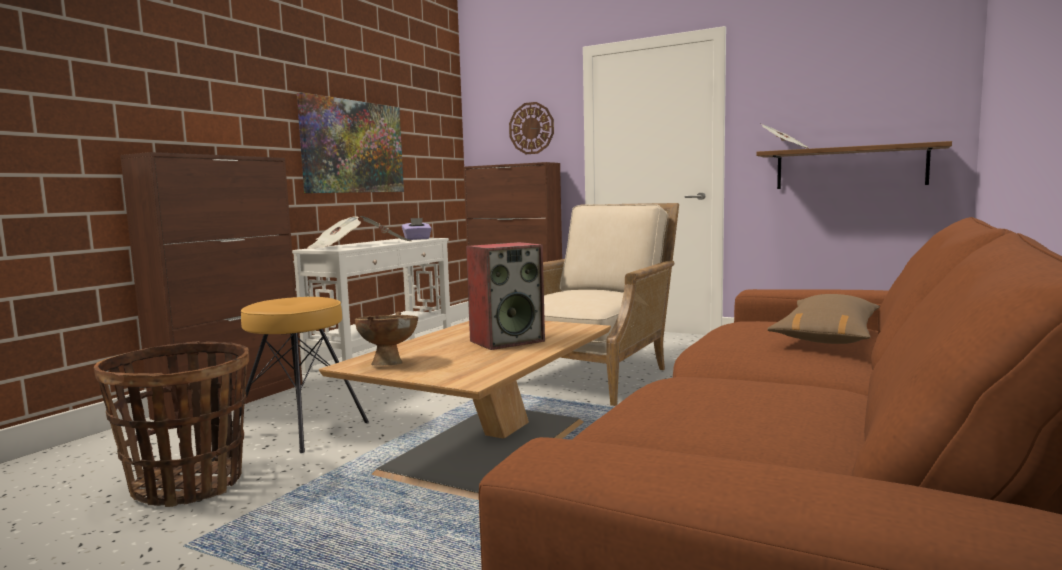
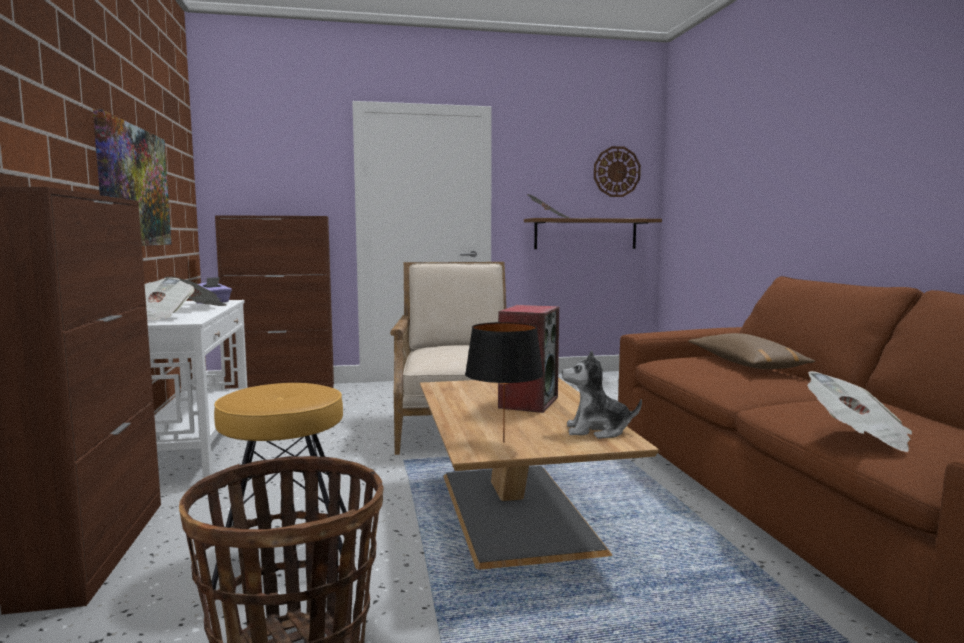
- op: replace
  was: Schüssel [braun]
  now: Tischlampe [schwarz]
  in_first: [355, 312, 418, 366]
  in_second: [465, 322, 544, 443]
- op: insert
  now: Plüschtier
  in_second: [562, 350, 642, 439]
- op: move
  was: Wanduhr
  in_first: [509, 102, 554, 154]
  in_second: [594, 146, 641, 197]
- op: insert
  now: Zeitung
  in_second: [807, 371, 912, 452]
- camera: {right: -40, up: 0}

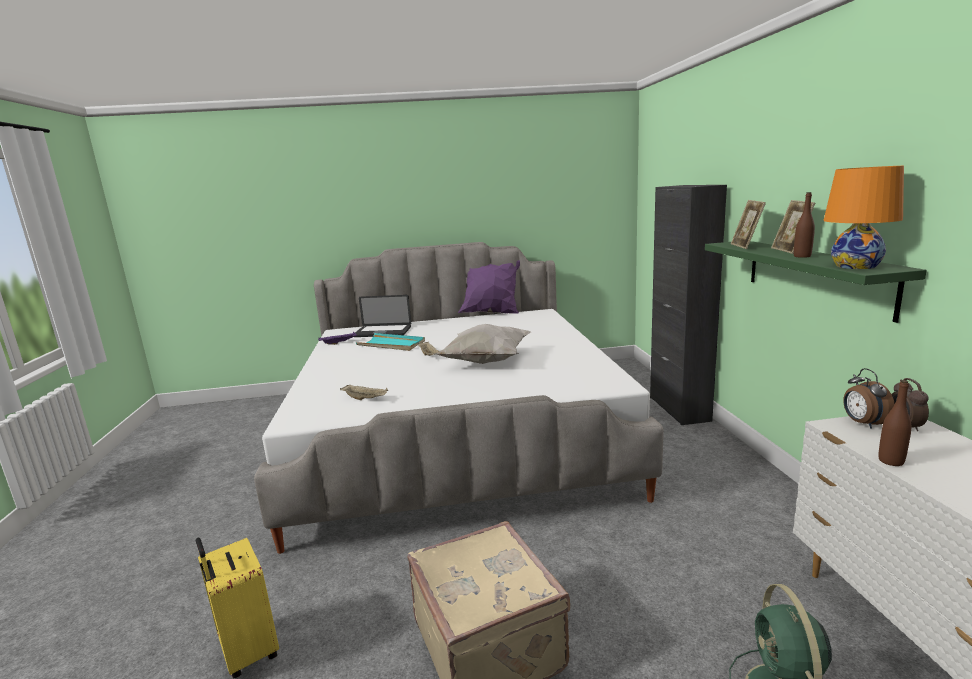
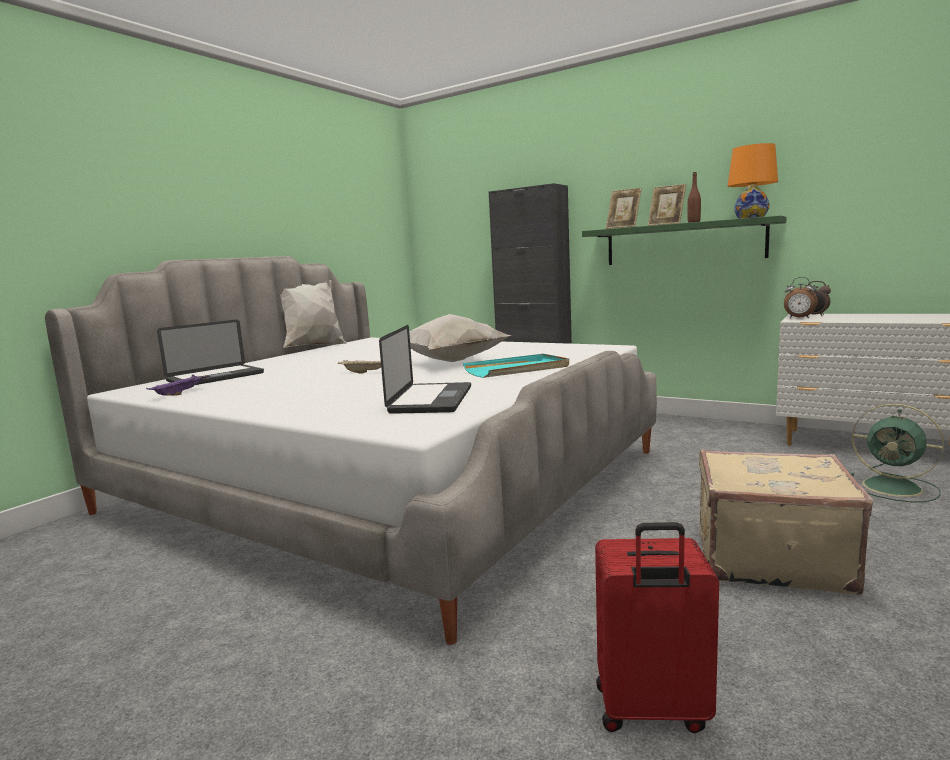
- op: recolor
  was: Kissen [lila]
  now: Kissen [weiß]
  in_first: [458, 260, 520, 314]
  in_second: [280, 280, 347, 348]
- op: replace
  was: Tablett [beige]
  now: Laptop
  in_first: [340, 384, 388, 400]
  in_second: [379, 325, 471, 414]
- op: move
  was: Tablett [türkis]
  in_first: [355, 333, 425, 351]
  in_second: [463, 354, 569, 378]
- op: recolor
  was: Koffer [gelb]
  now: Koffer [rot]
  in_first: [196, 538, 279, 679]
  in_second: [595, 522, 719, 733]
- op: delete
  was: Flasche [braun]
  in_first: [878, 380, 911, 466]
- camera: {right: -50, up: -5}

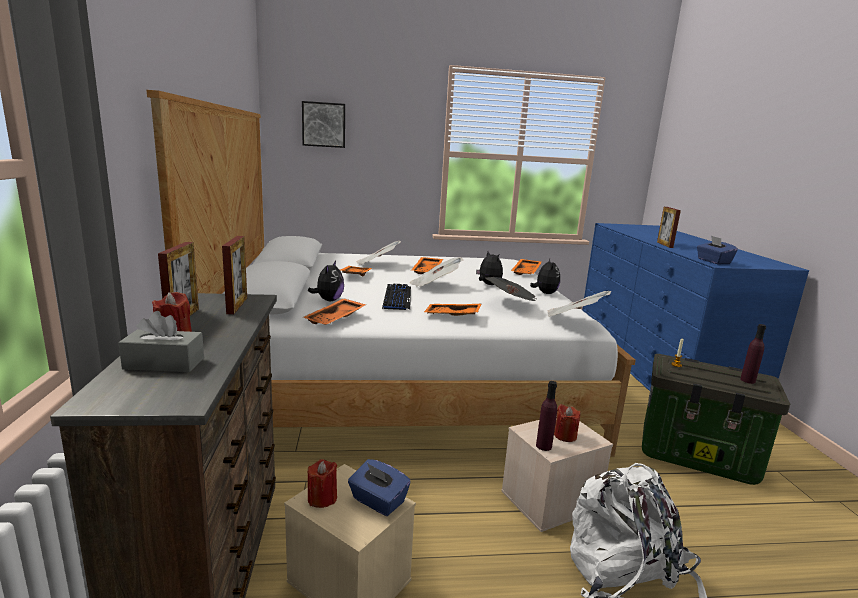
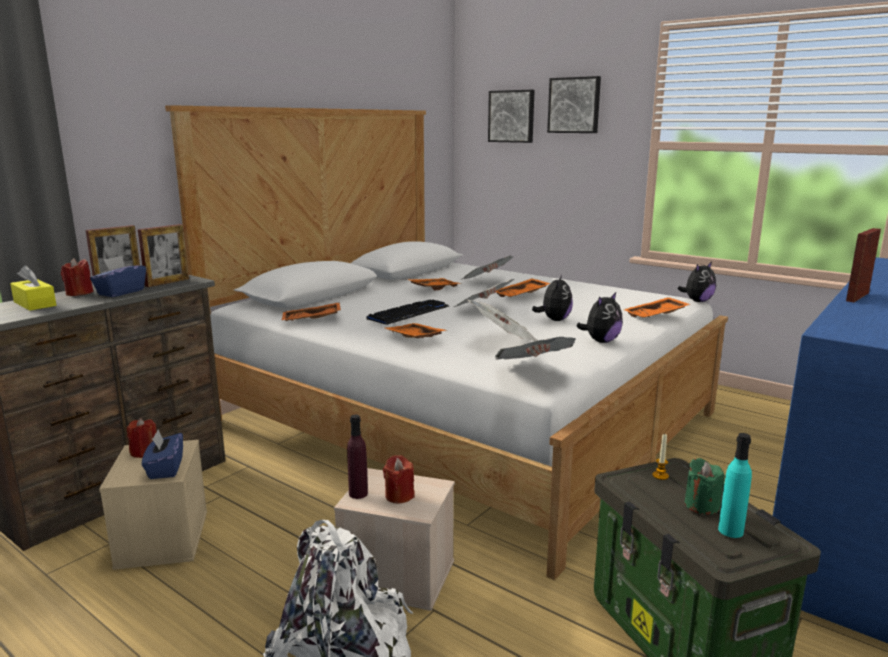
- op: recolor
  was: Taschentuchbox [grau]
  now: Taschentuchbox [gelb]
  in_first: [118, 311, 204, 372]
  in_second: [10, 265, 56, 311]
- op: move
  was: Taschentuchbox [blau]
  in_first: [697, 236, 738, 264]
  in_second: [90, 256, 146, 297]
- op: insert
  now: Bild
  in_second: [547, 76, 601, 133]
- op: move
  was: Plüschtier
  in_first: [308, 261, 344, 301]
  in_second: [678, 262, 716, 302]
- op: insert
  now: Kerze [grün]
  in_second: [685, 458, 725, 515]
- op: recolor
  was: Flasche [lila]
  now: Flasche [türkis]
  in_first: [740, 324, 766, 384]
  in_second: [718, 433, 752, 538]
- camera: {right: 45, up: 0}

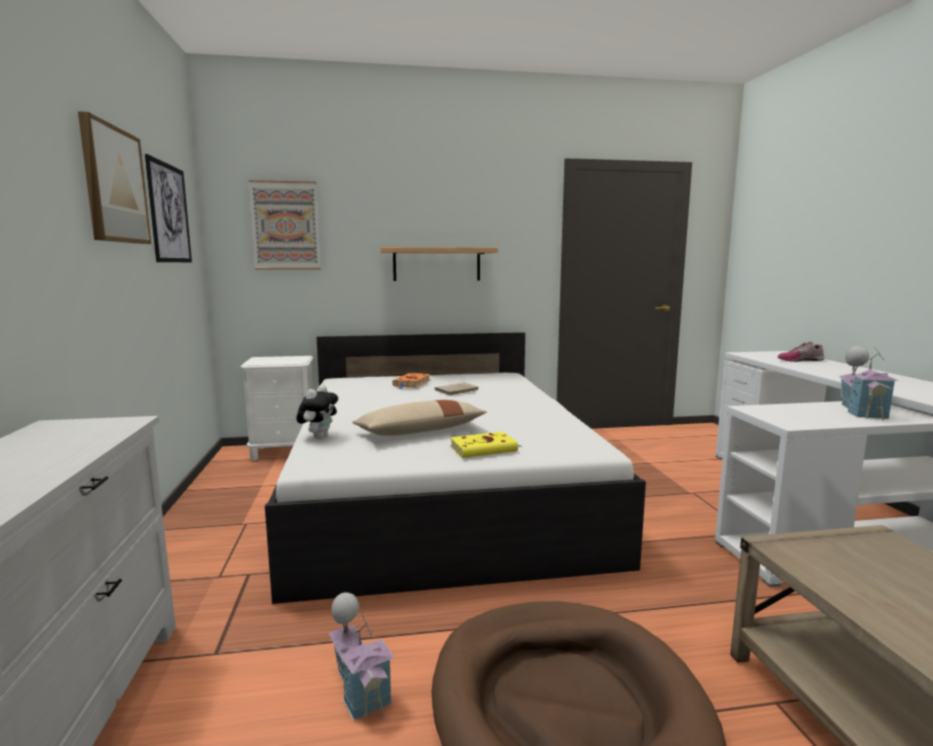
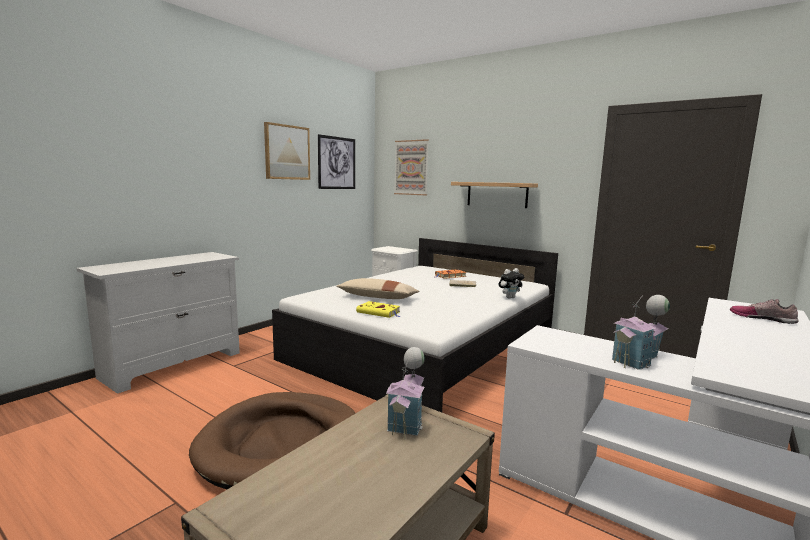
- op: move
  was: Spielzeughaus
  in_first: [329, 592, 395, 722]
  in_second: [386, 347, 425, 440]
- op: move
  was: Plüschtier
  in_first: [296, 385, 338, 439]
  in_second: [499, 268, 524, 299]
- camera: {right: 45, up: 0}

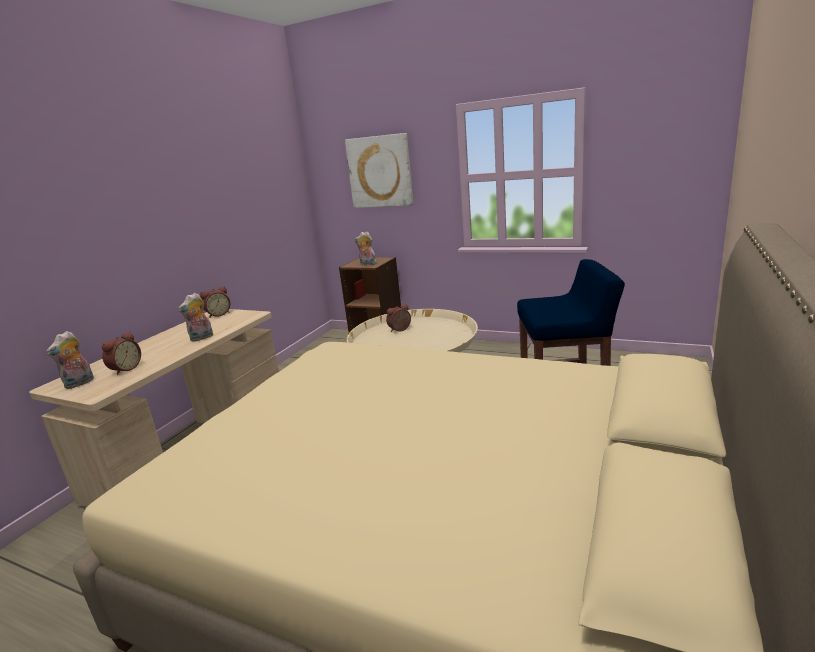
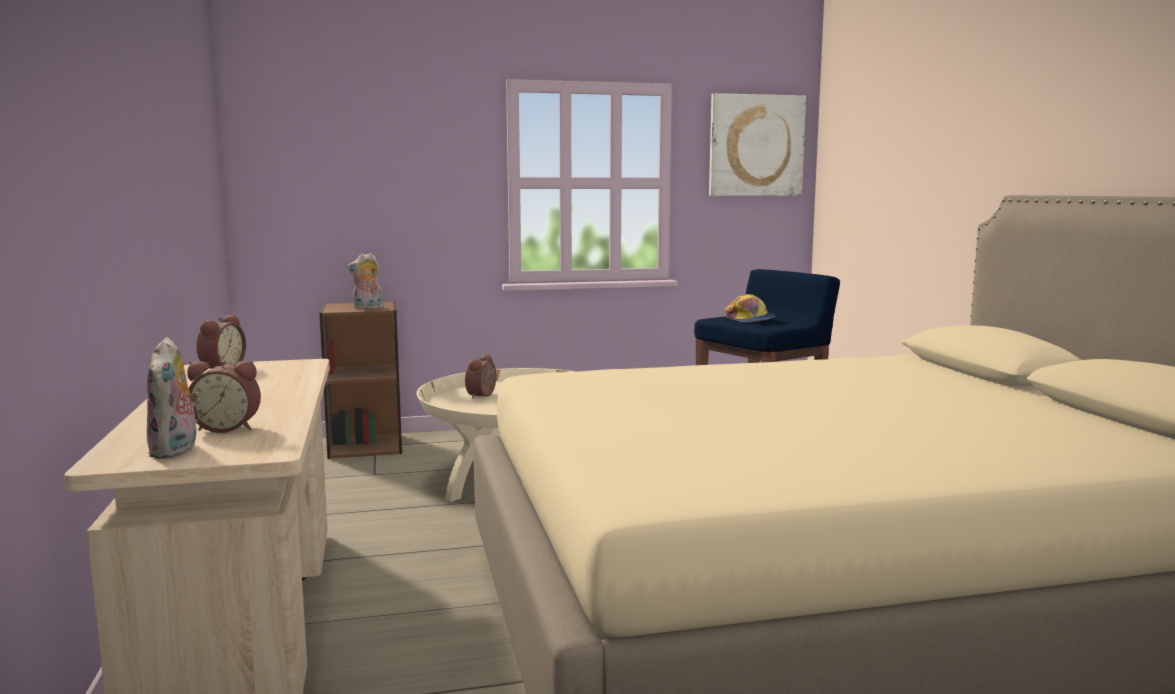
- op: rotate
  was: Wecker
  in_first: [102, 332, 141, 375]
  in_second: [187, 361, 261, 433]
  clockwise: 105
- op: move
  was: Bild
  in_first: [345, 133, 413, 208]
  in_second: [709, 93, 806, 196]
- op: insert
  now: Kappe
  in_second: [725, 294, 775, 322]
- op: delete
  was: Plüschtier
  in_first: [178, 293, 213, 342]
- camera: {right: -40, up: -10}

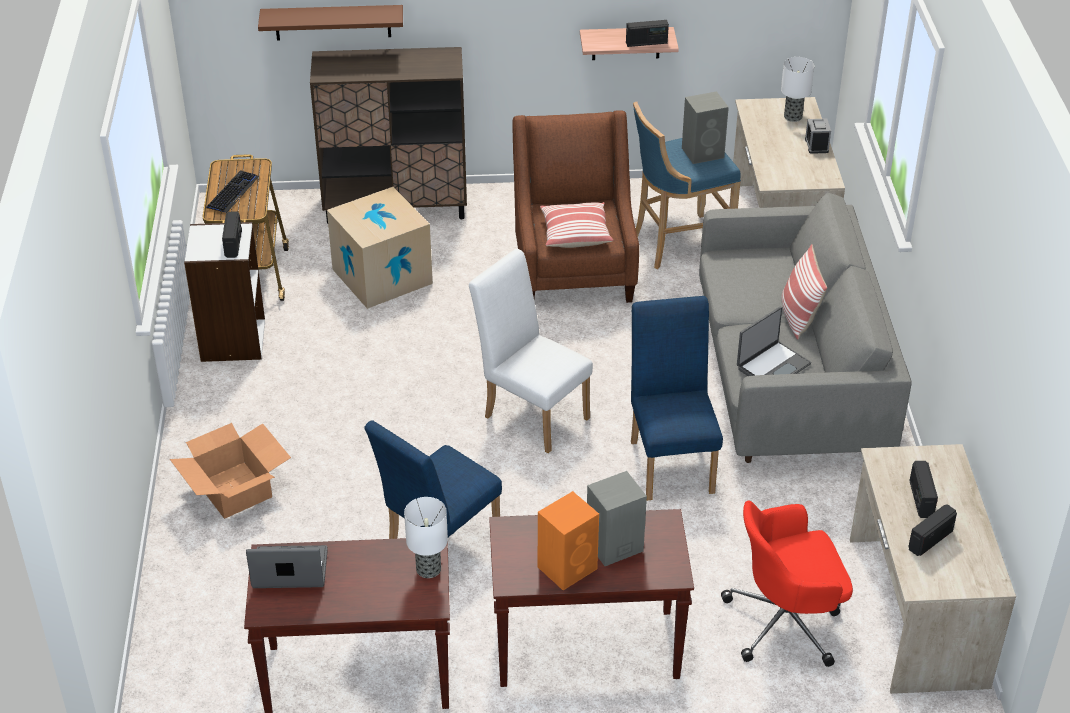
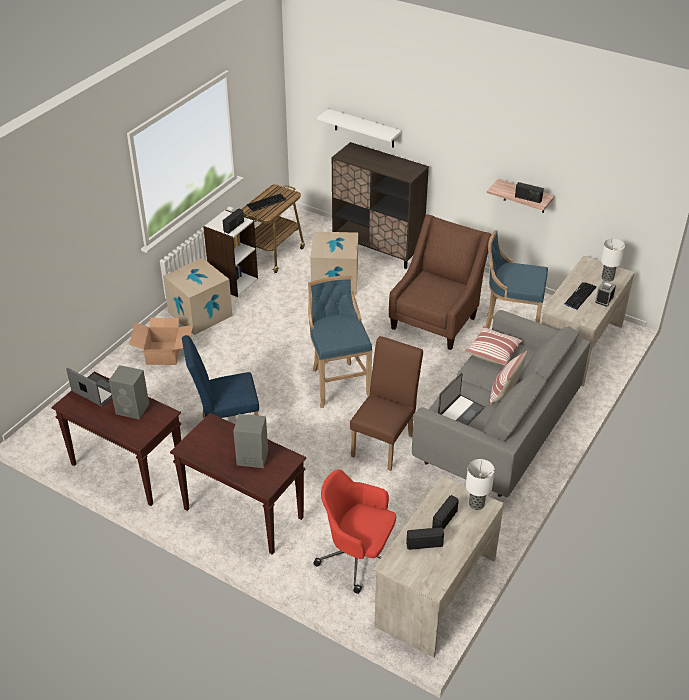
- op: move
  was: Lautsprecher [grau]
  in_first: [682, 91, 729, 164]
  in_second: [109, 365, 149, 420]
- op: insert
  now: Karton
  in_second: [163, 258, 233, 335]
- op: replace
  was: Stuhl [weiß]
  now: Hocker [blau]
  in_first: [469, 249, 593, 453]
  in_second: [308, 275, 372, 408]
- op: recolor
  was: Wandregal [braun]
  now: Wandregal [weiß]
  in_first: [258, 5, 403, 40]
  in_second: [317, 109, 402, 148]
- op: recolor
  was: Stuhl [blau]
  now: Stuhl [braun]
  in_first: [631, 296, 723, 500]
  in_second: [350, 336, 423, 471]
- op: rotate
  was: Laptop
  in_first: [737, 306, 811, 376]
  in_second: [438, 373, 485, 425]
  clockwise: -45
- op: move
  was: Kissen
  in_first: [540, 202, 613, 248]
  in_second: [465, 326, 523, 366]
- op: move
  was: Tischlampe
  in_first: [404, 497, 448, 578]
  in_second: [466, 459, 495, 510]
- op: insert
  now: Tastatur
  in_second: [564, 282, 596, 309]
- op: delete
  was: Lautsprecher [orange]
  in_first: [538, 491, 599, 590]
- camera: {right: 35, up: 0}

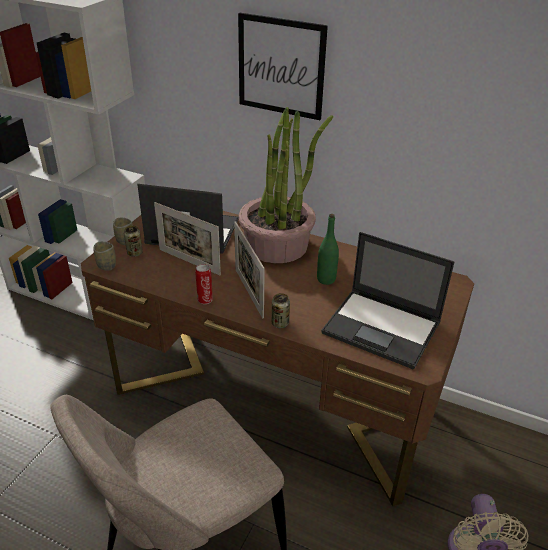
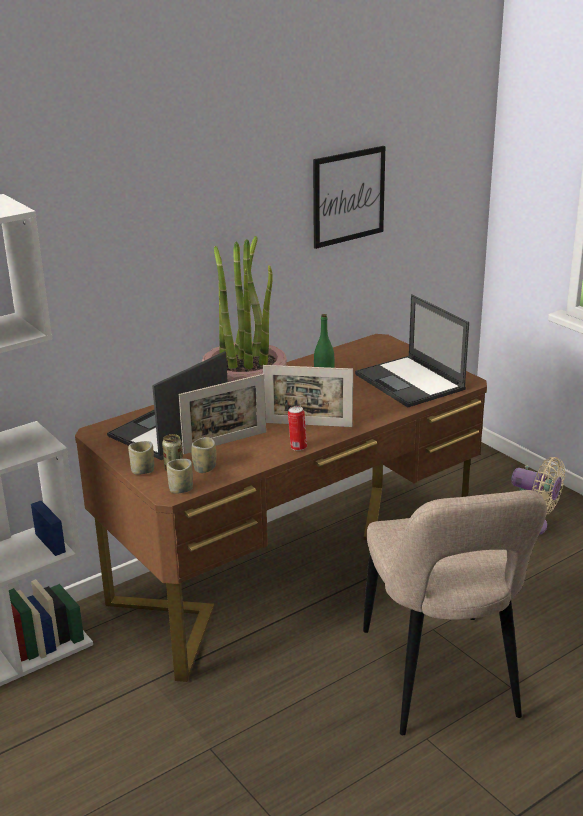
- op: insert
  now: Tasse
  in_second: [192, 437, 216, 473]
- op: move
  was: Bild
  in_first: [238, 13, 328, 120]
  in_second: [313, 146, 385, 249]
- op: rotate
  was: Laptop
  in_first: [321, 232, 455, 370]
  in_second: [355, 294, 469, 407]
  clockwise: 90
- op: delete
  was: Dose
  in_first: [272, 293, 290, 328]
- camera: {right: -60, up: -10}

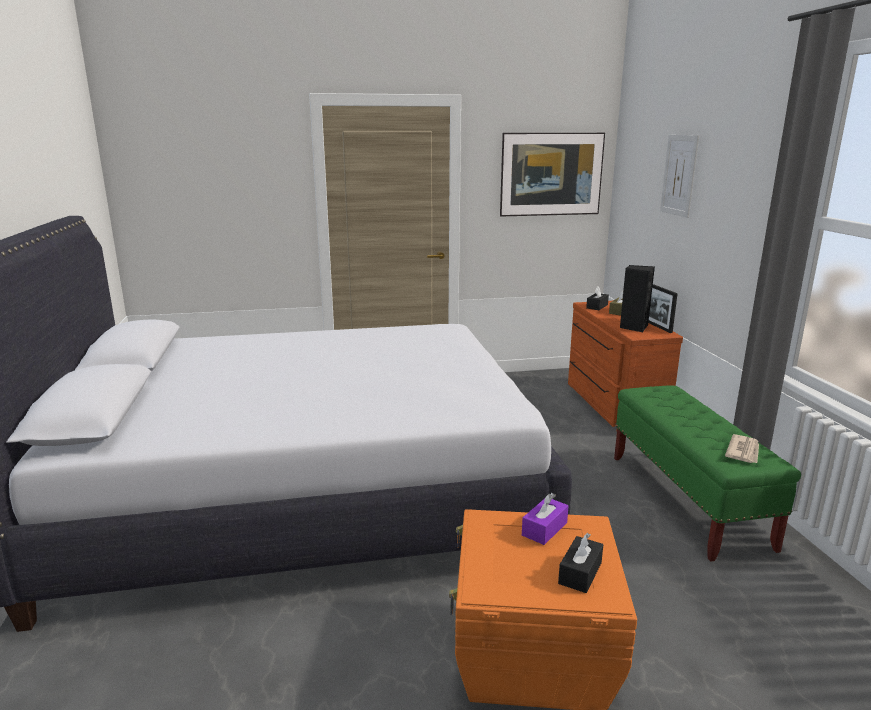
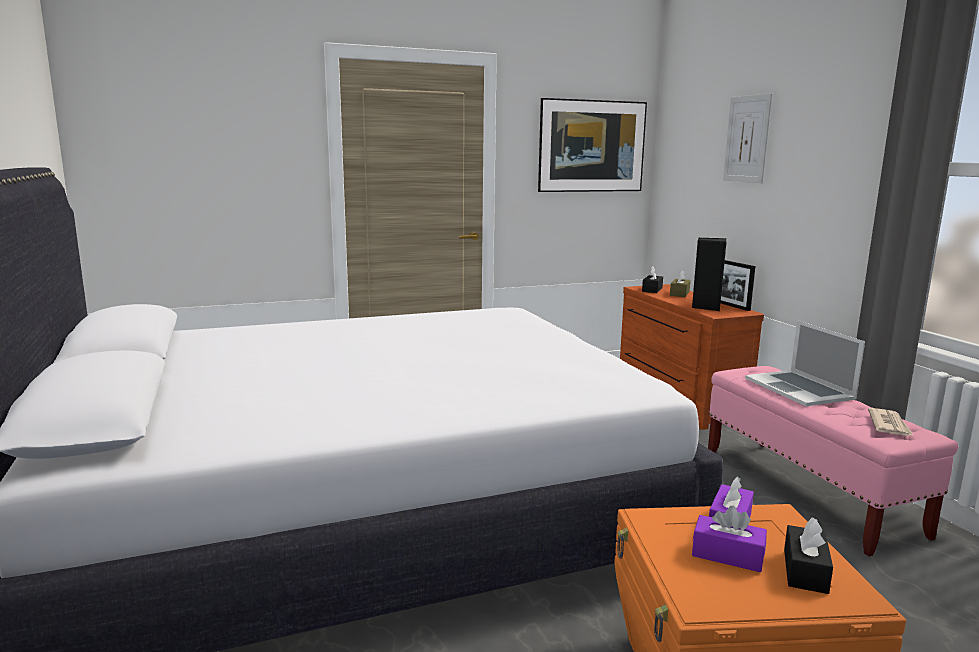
- op: insert
  now: Taschentuchbox [lila]
  in_second: [692, 506, 767, 572]
- op: recolor
  was: Bank [grün]
  now: Bank [rosa]
  in_first: [614, 385, 801, 562]
  in_second: [708, 366, 958, 556]
- op: insert
  now: Laptop
  in_second: [745, 320, 865, 406]
- camera: {right: -10, up: -5}

